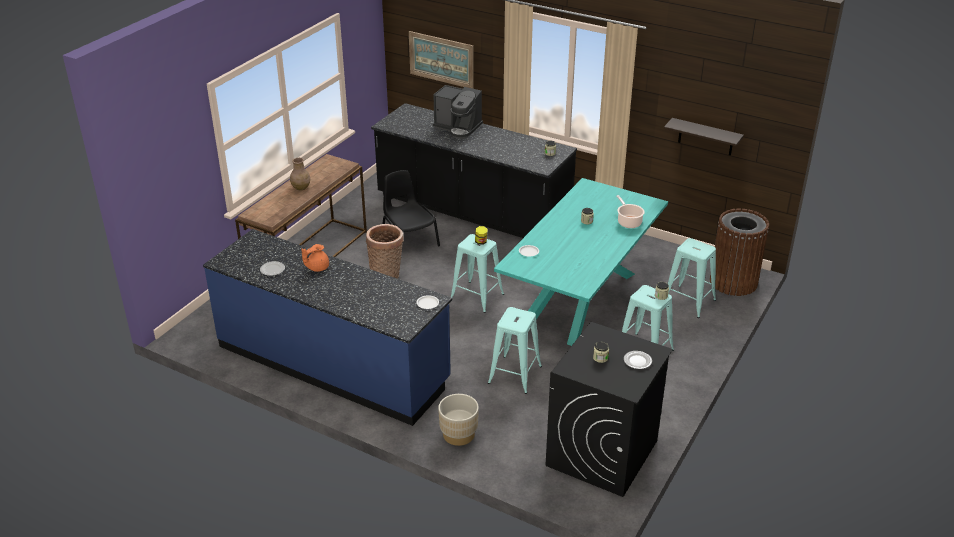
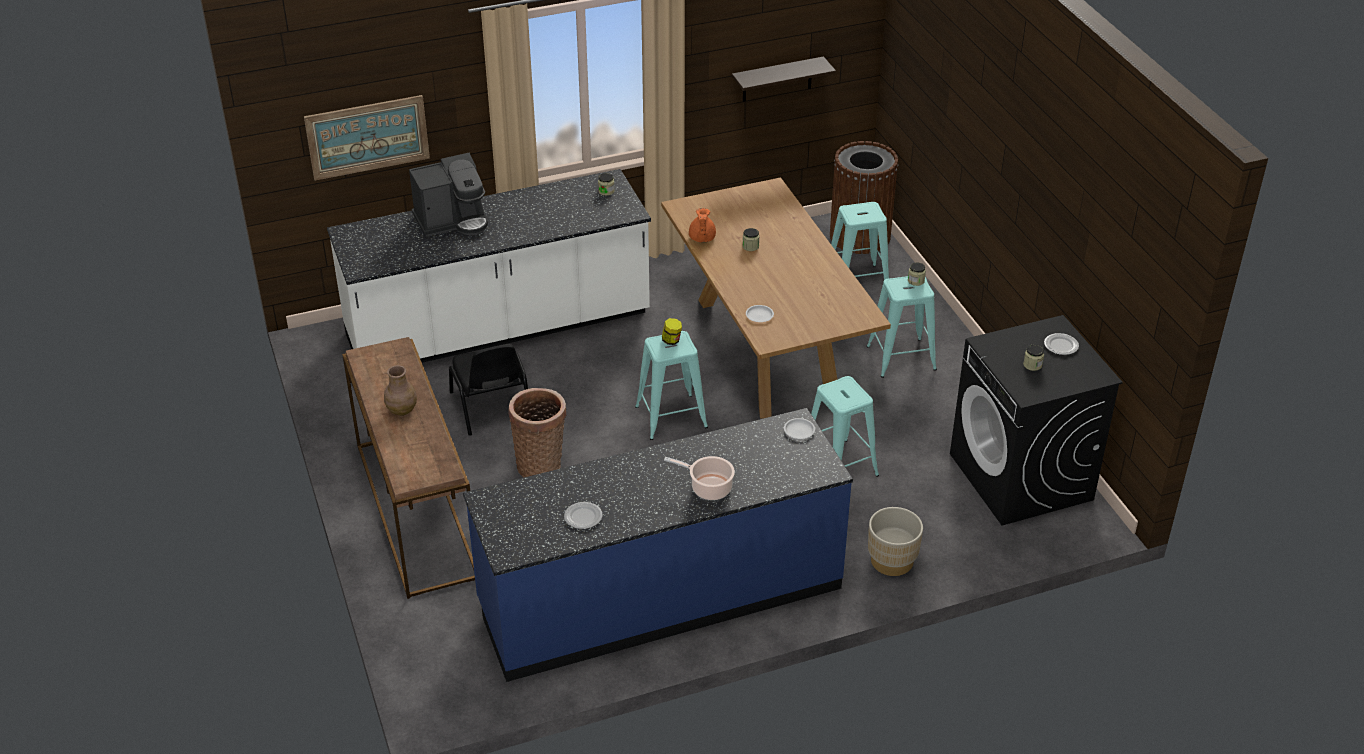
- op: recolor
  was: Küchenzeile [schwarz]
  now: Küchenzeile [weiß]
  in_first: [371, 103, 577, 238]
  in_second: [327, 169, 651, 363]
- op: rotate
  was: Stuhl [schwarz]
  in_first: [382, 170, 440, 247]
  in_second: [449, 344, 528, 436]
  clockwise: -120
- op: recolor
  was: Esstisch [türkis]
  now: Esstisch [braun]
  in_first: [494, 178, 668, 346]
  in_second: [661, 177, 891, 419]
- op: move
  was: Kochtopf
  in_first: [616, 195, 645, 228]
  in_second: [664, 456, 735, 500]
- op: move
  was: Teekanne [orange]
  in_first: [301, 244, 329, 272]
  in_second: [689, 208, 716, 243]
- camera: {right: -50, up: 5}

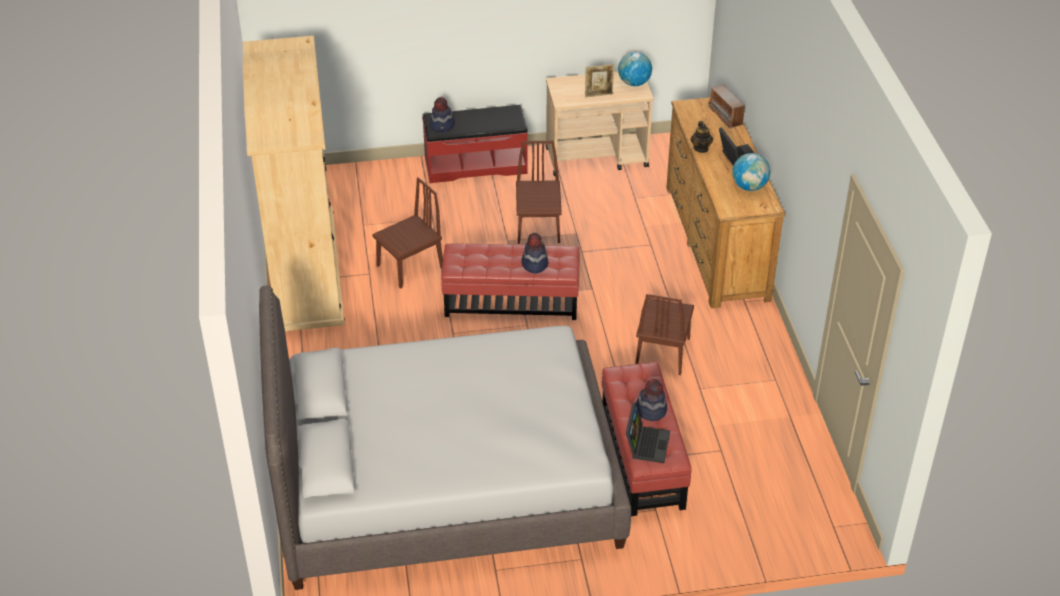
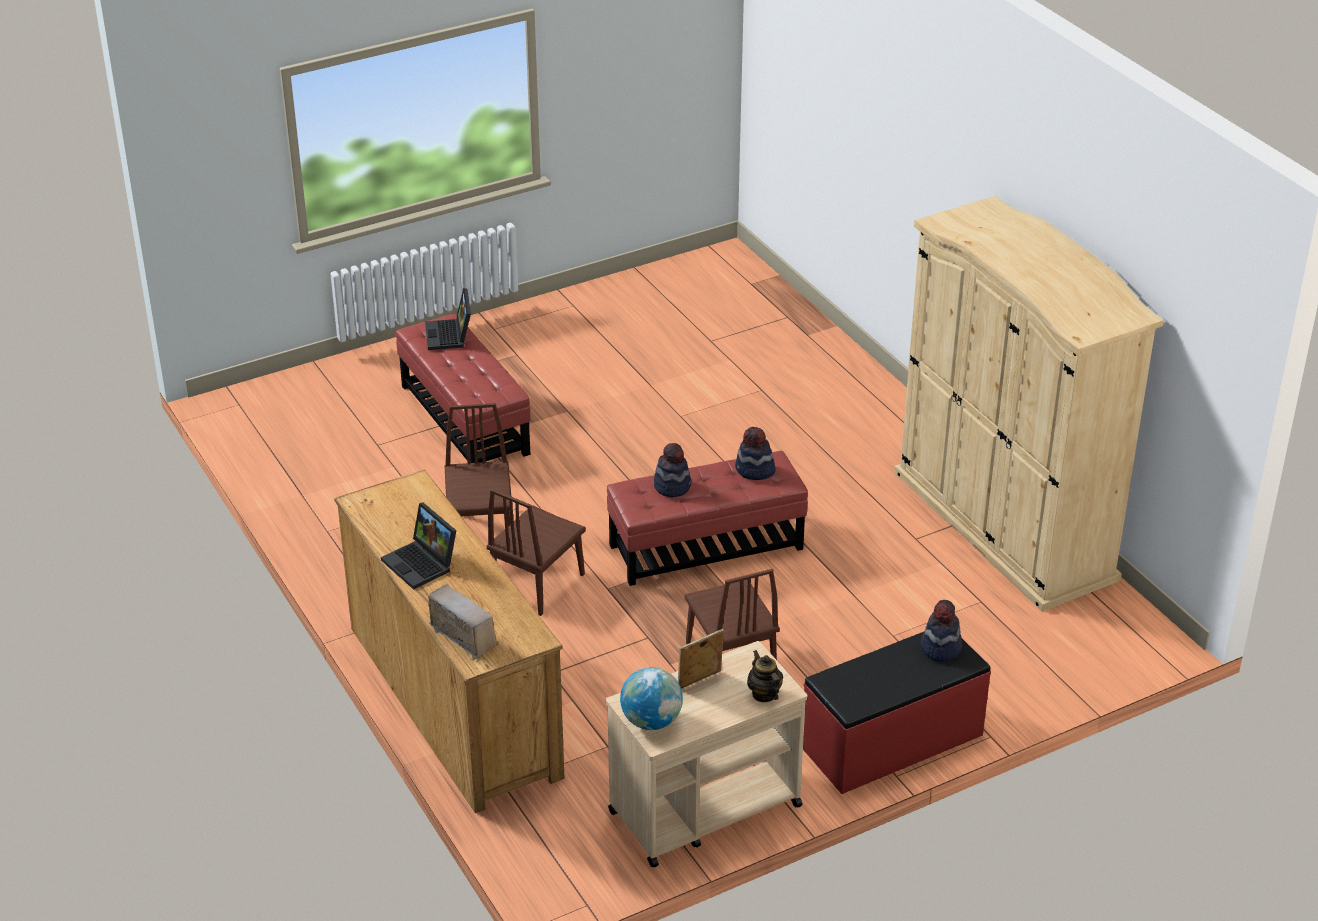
- op: move
  was: Stuhl [braun]
  in_first: [372, 177, 443, 289]
  in_second: [487, 489, 586, 616]
- op: move
  was: Hut
  in_first: [636, 379, 667, 421]
  in_second: [735, 427, 776, 480]
- op: move
  was: Teekanne
  in_first: [691, 121, 713, 153]
  in_second: [747, 650, 783, 702]
- op: delete
  was: Bett [grau]
  in_first: [259, 285, 631, 590]
- op: delete
  was: Globus
  in_first: [732, 153, 771, 191]
- camera: {right: 160, up: -5}

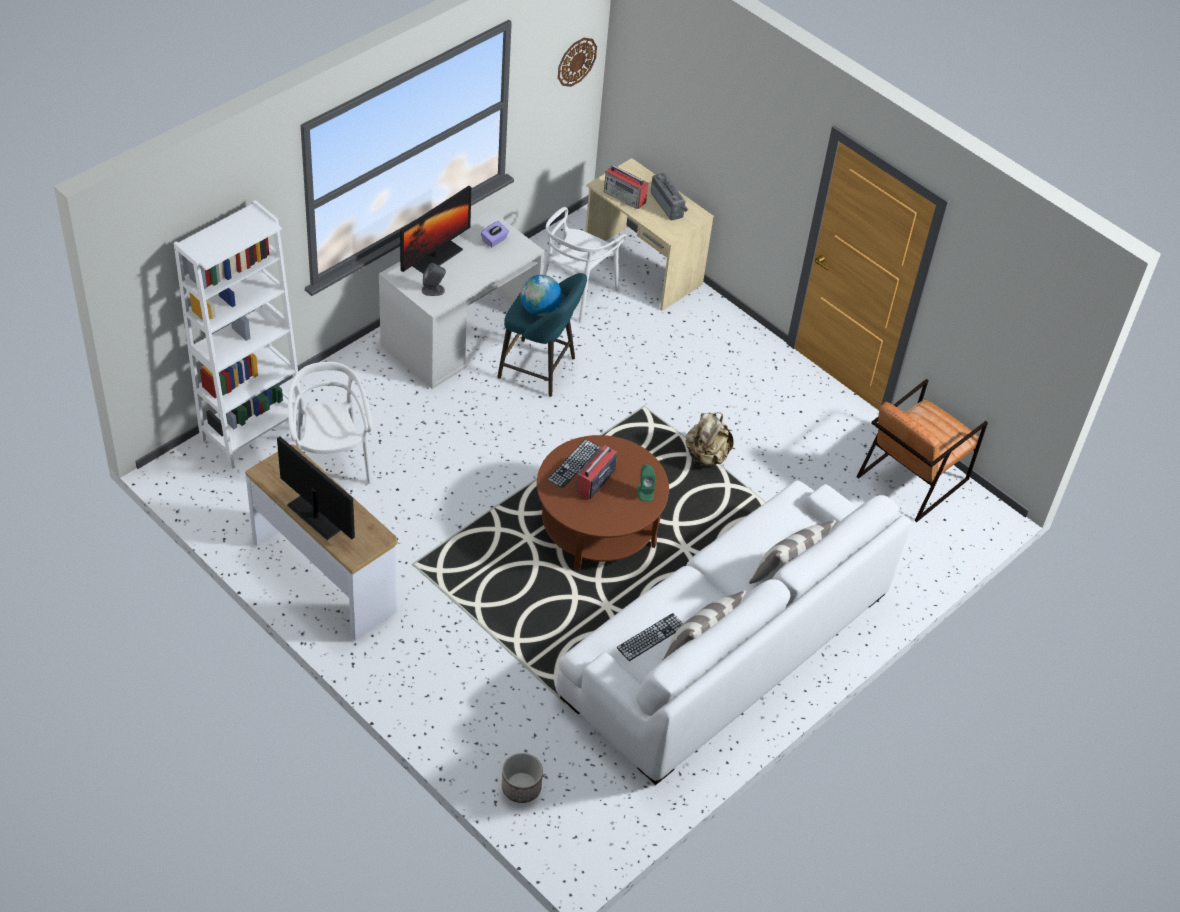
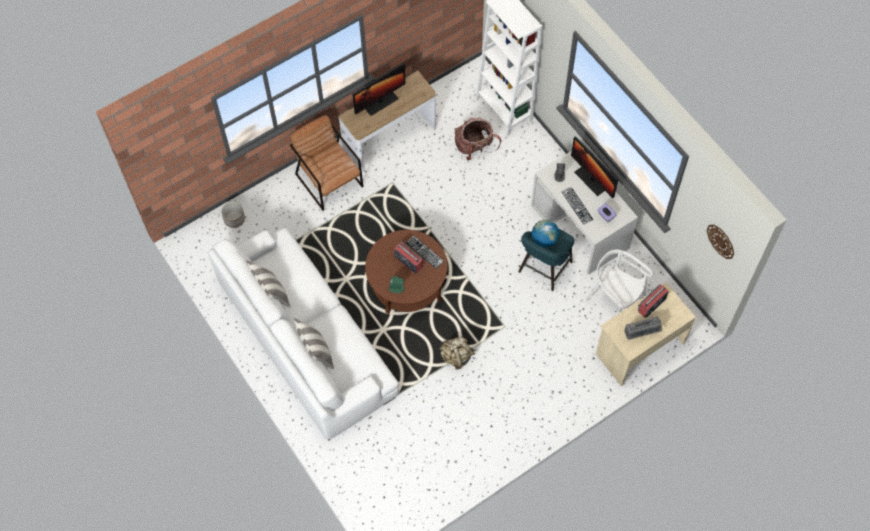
- op: move
  was: Sessel [braun]
  in_first: [857, 379, 988, 522]
  in_second: [290, 115, 363, 211]
- op: replace
  was: Stuhl [weiß]
  now: Rucksack
  in_first: [288, 362, 372, 484]
  in_second: [454, 117, 501, 161]
- op: move
  was: Tastatur
  in_first: [616, 613, 684, 661]
  in_second: [562, 187, 593, 225]
- camera: {right: 105, up: 15}

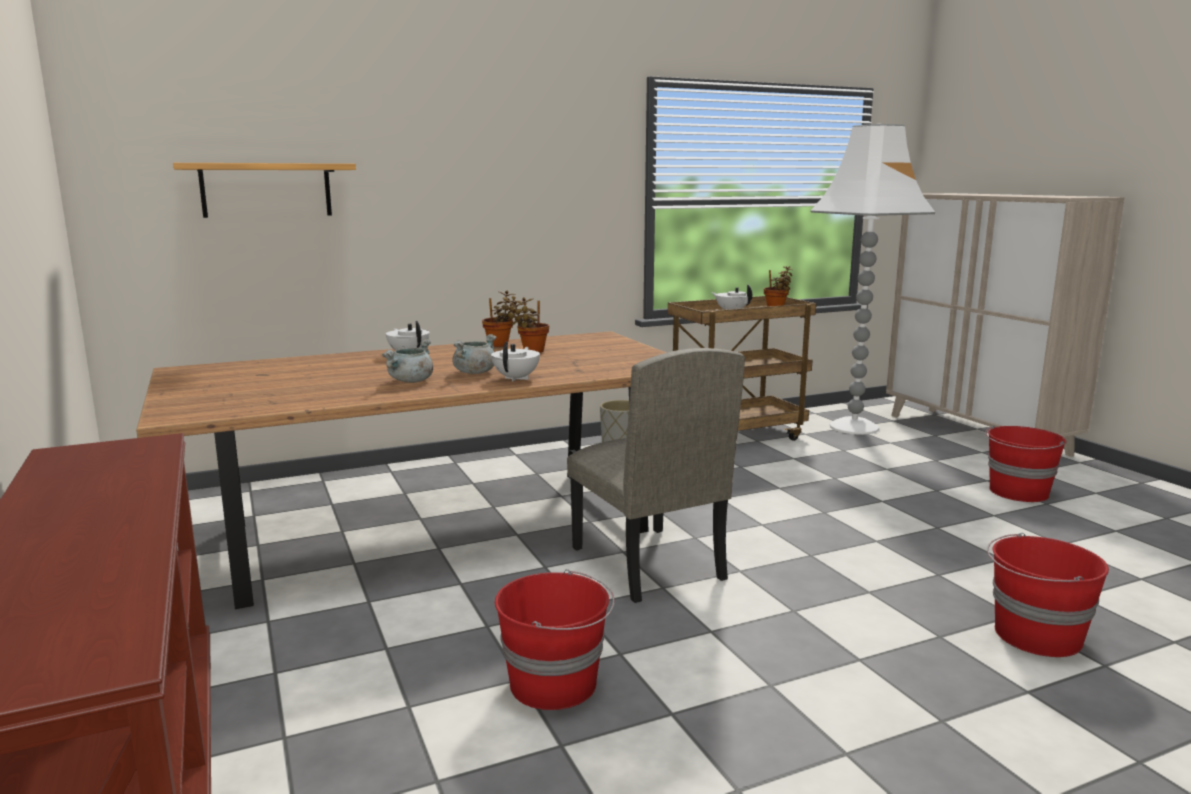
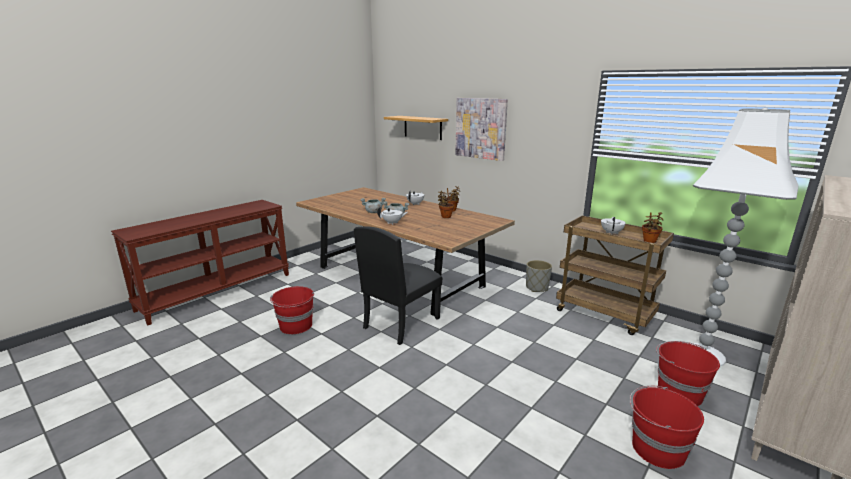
- op: recolor
  was: Stuhl [beige]
  now: Stuhl [schwarz]
  in_first: [567, 348, 745, 603]
  in_second: [354, 226, 442, 345]
- op: insert
  now: Bild
  in_second: [455, 98, 508, 161]
- op: move
  was: Eimer [rot]
  in_first: [987, 533, 1109, 657]
  in_second: [656, 341, 720, 406]
- camera: {right: 65, up: 5}

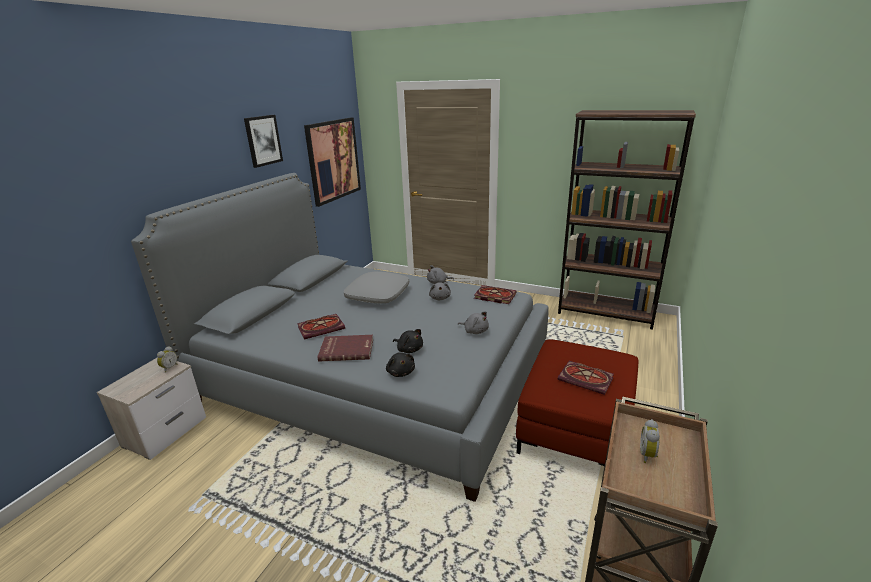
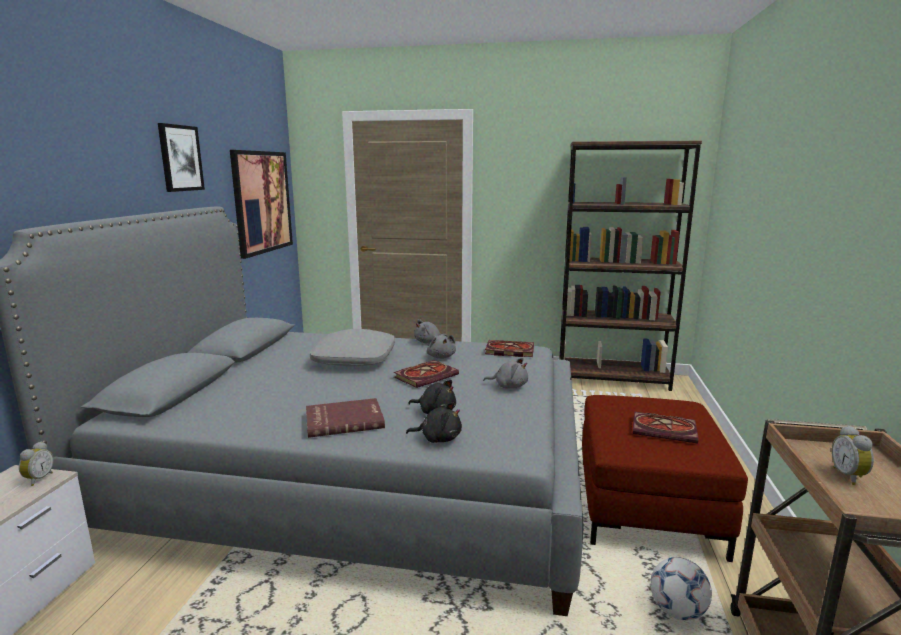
- op: move
  was: Buch
  in_first: [297, 314, 345, 340]
  in_second: [394, 360, 459, 388]
- op: rotate
  was: Plüschtier [schwarz]
  in_first: [386, 352, 415, 377]
  in_second: [406, 402, 462, 443]
  clockwise: -45
- op: insert
  now: Fußball
  in_second: [650, 557, 712, 620]
- camera: {right: -15, up: -10}

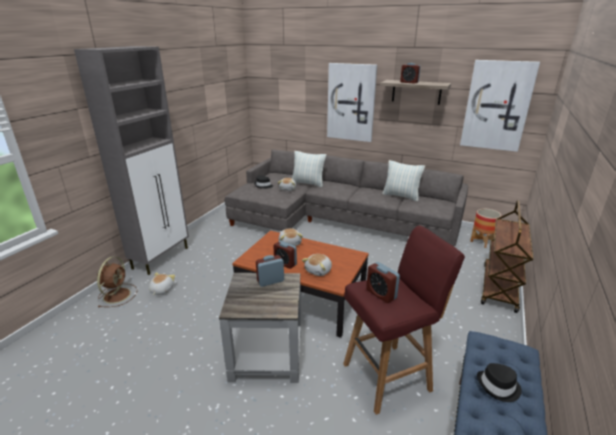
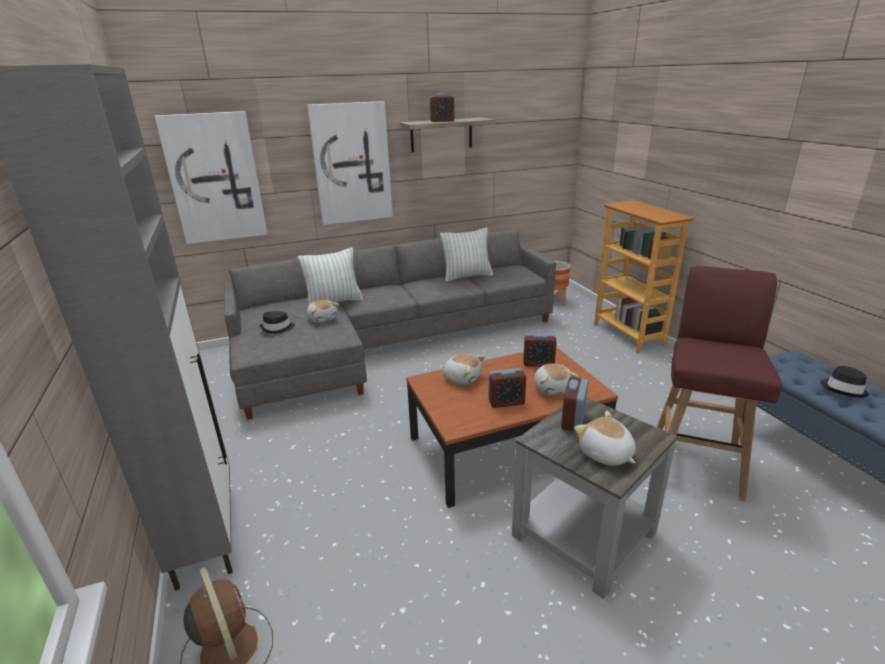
- op: move
  was: Bild
  in_first: [460, 60, 540, 152]
  in_second: [154, 111, 267, 244]
- op: move
  was: Wecker
  in_first: [366, 262, 400, 303]
  in_second: [523, 333, 557, 367]
- op: move
  was: Plüschtier
  in_first: [149, 272, 175, 295]
  in_second: [574, 411, 636, 466]
- op: replace
  was: Rollwagen [braun]
  now: Bücherregal
  in_first: [481, 200, 533, 313]
  in_second: [594, 200, 695, 353]
- camera: {right: -45, up: 0}

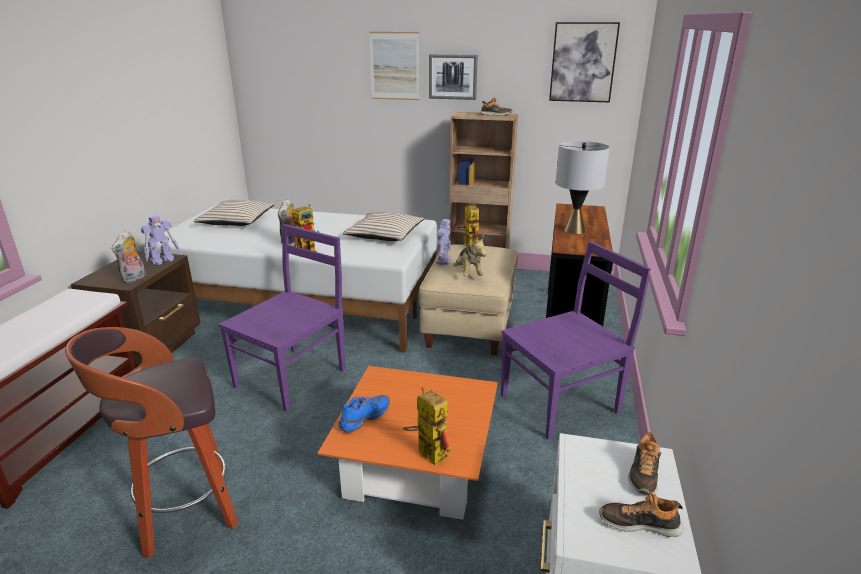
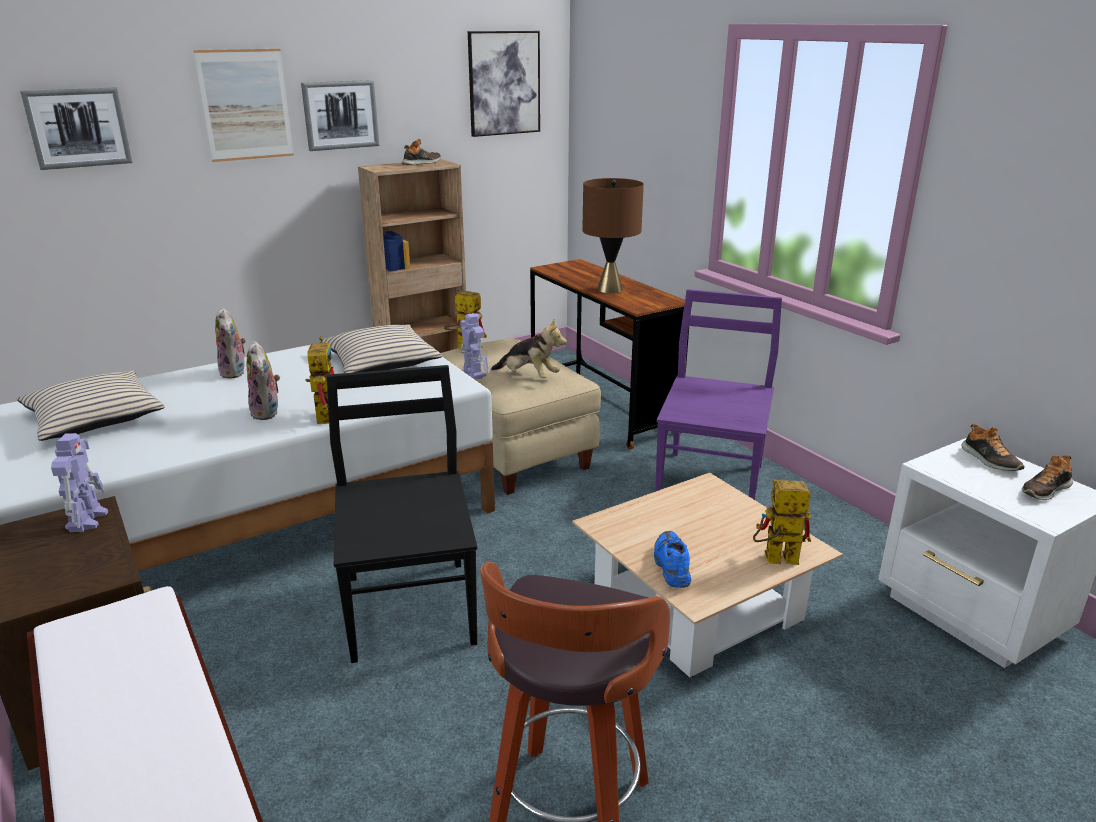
- op: insert
  now: Bild
  in_second: [20, 88, 133, 170]
- op: move
  was: Plüschtier
  in_first: [111, 230, 146, 283]
  in_second: [215, 307, 246, 379]
- op: recolor
  was: Stuhl [lila]
  now: Stuhl [schwarz]
  in_first: [219, 224, 345, 412]
  in_second: [326, 365, 477, 663]
- op: recolor
  was: Couchtisch [orange]
  now: Couchtisch [beige]
  in_first: [318, 366, 498, 520]
  in_second: [572, 473, 843, 677]
- op: recolor
  was: Tischlampe [grau]
  now: Tischlampe [braun]
  in_first: [555, 141, 610, 234]
  in_second: [582, 178, 644, 293]
- camera: {right: -45, up: 0}

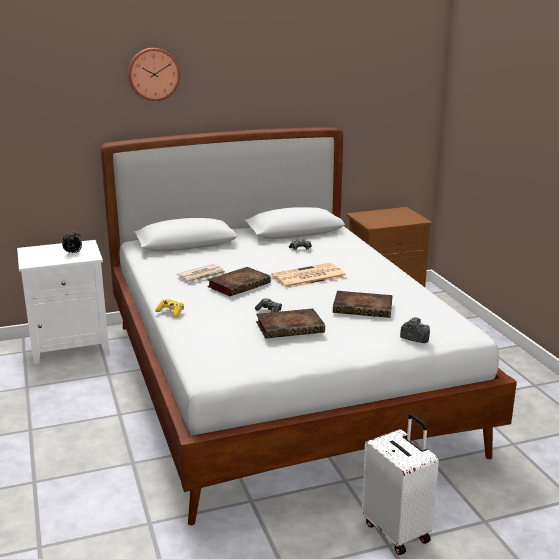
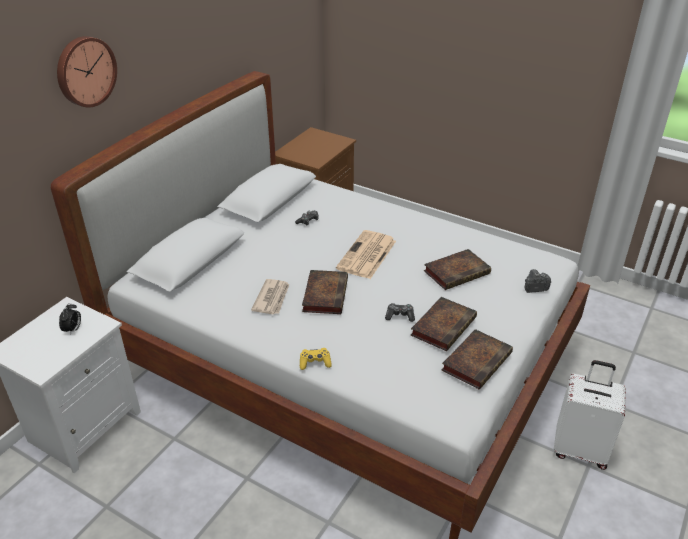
- op: insert
  now: Buch
  in_second: [442, 329, 513, 390]
- camera: {right: -40, up: 15}

